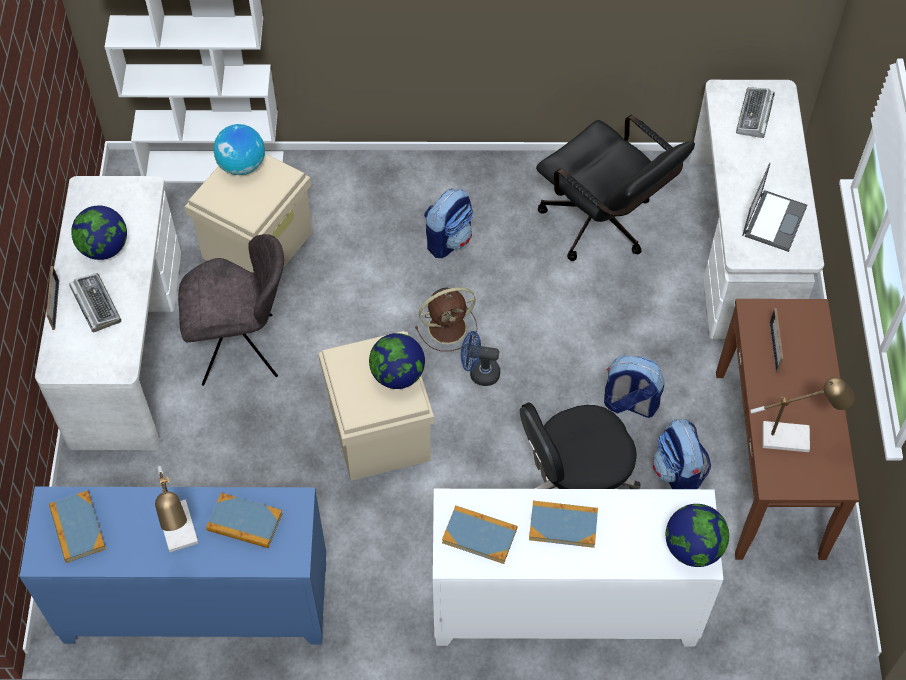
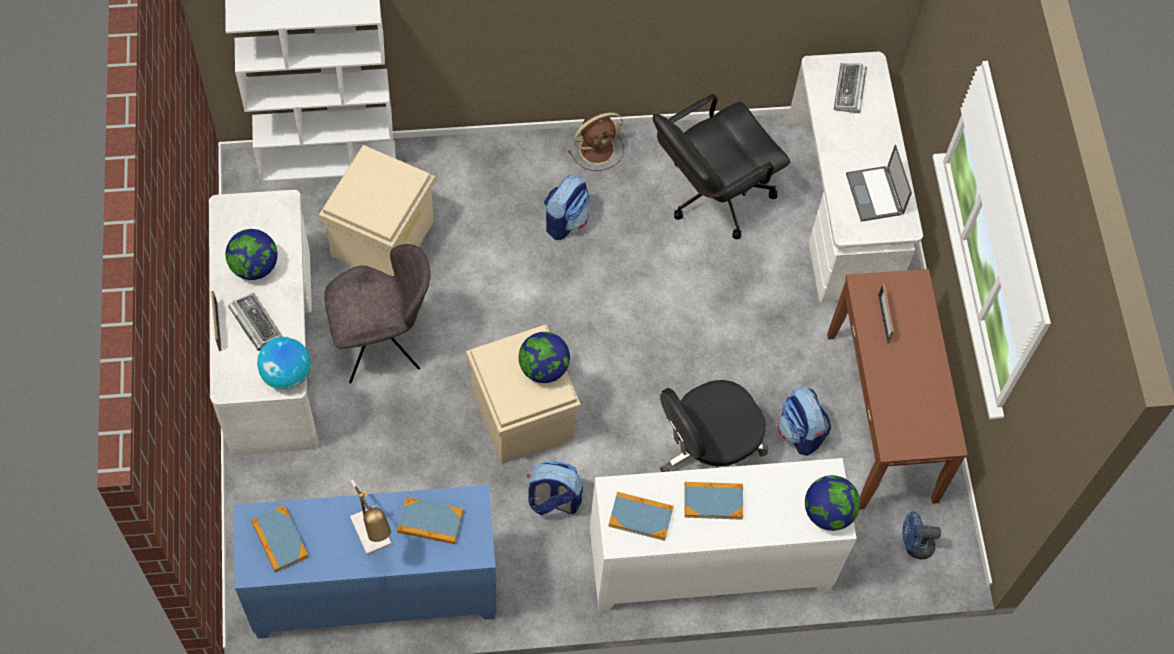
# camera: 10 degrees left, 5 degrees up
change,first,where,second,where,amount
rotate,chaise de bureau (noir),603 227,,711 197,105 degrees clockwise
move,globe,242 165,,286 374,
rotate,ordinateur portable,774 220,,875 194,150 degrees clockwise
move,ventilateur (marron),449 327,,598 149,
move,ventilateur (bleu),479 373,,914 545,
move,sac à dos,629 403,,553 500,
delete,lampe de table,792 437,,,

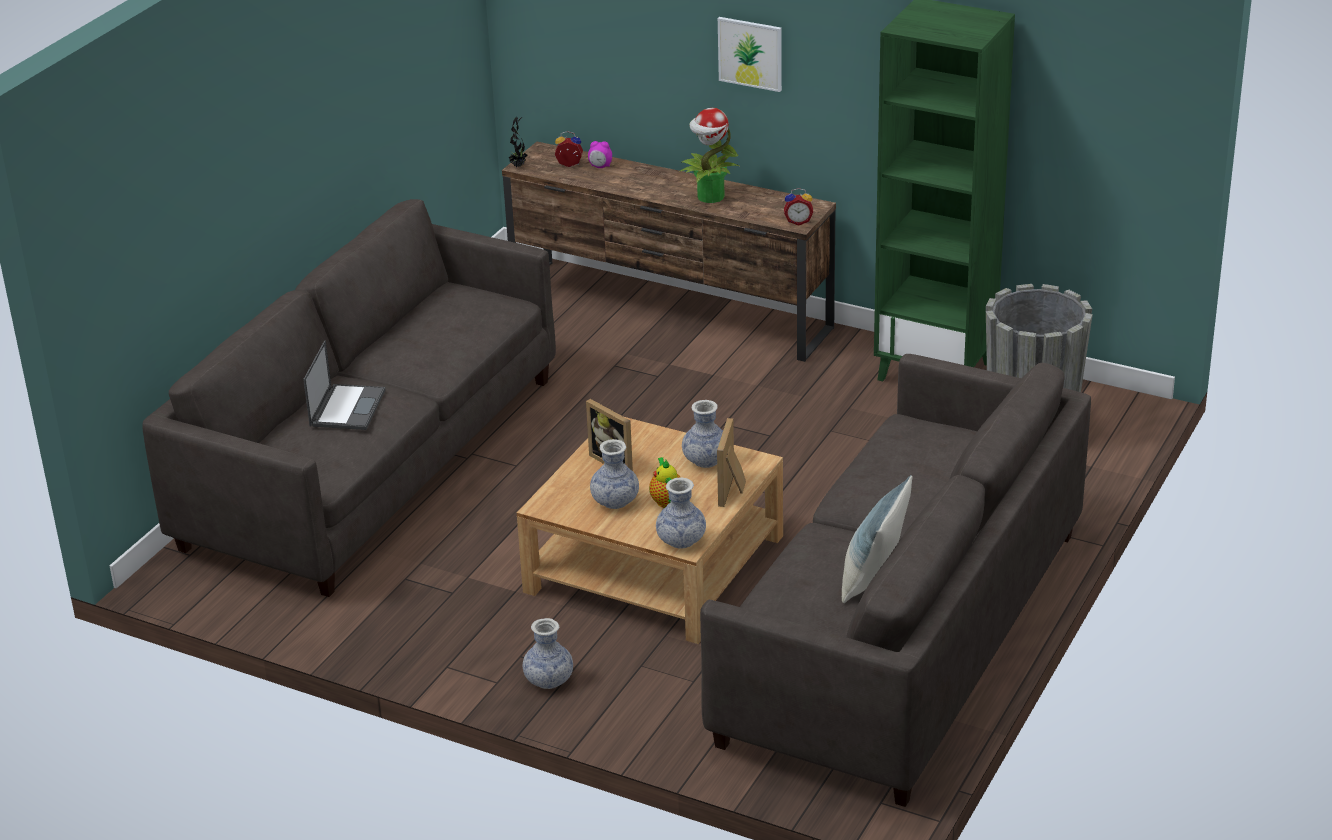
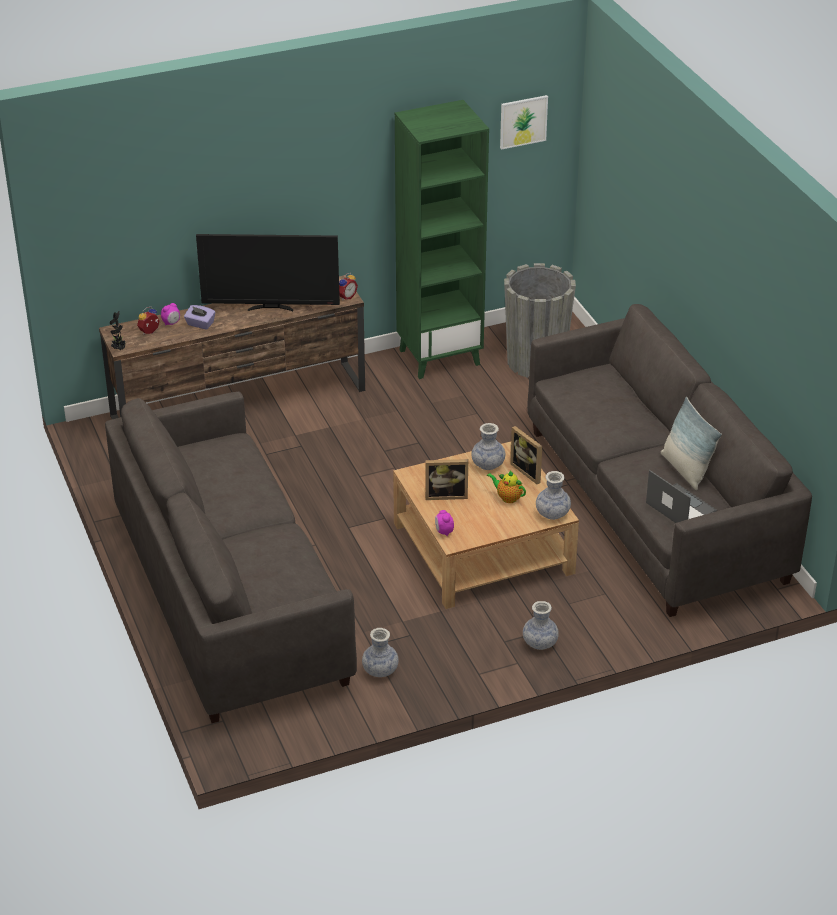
# camera: 50 degrees left, 5 degrees up
change,first,where,second,where,amount
move,tableau,750 53,,523 121,
replace,plante en pot,710 197,téléviseur,271 308,
move,ordinateur portable,347 407,,680 507,
move,vase,615 501,,380 670,
insert,,,boîte à mouchoirs (violet),200 324,
insert,,,réveil,444 531,

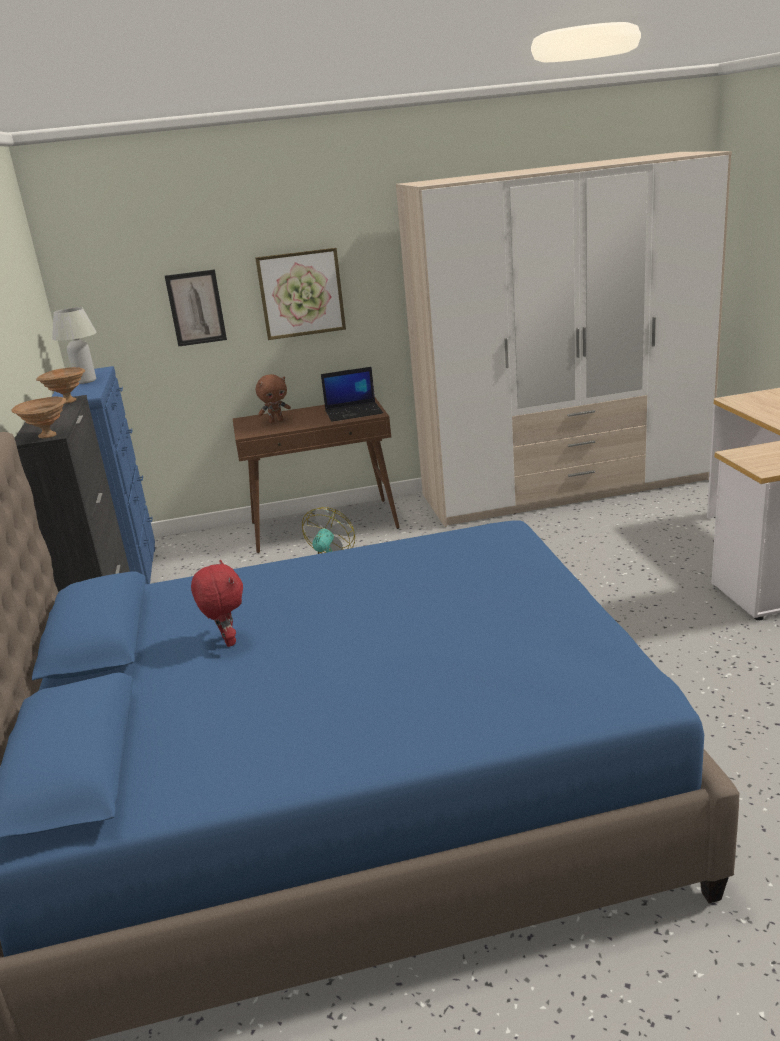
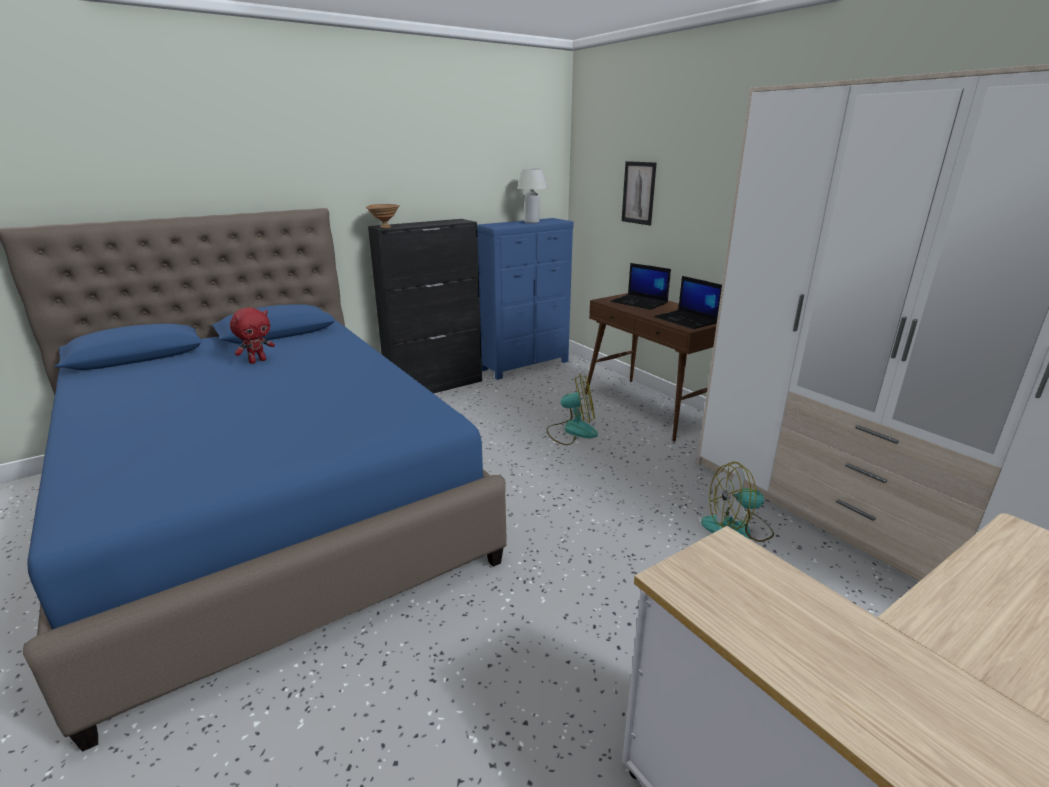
# camera: 65 degrees right, 0 degrees up
change,first,where,second,where,amount
delete,tableau,301 293,,,
delete,bol (marron),67 401,,,
replace,peluche (marron),276 421,ordinateur portable,640 302,
insert,,,ventilateur,737 529,

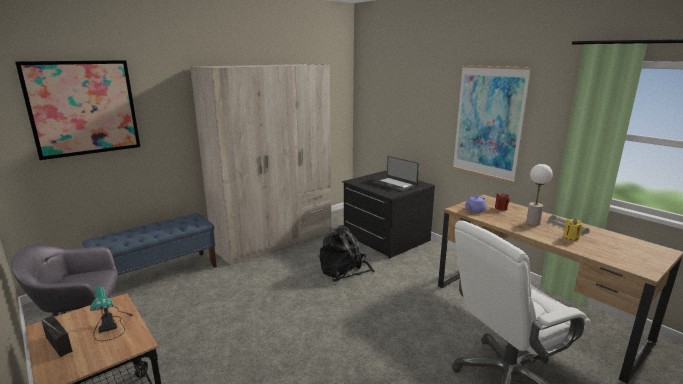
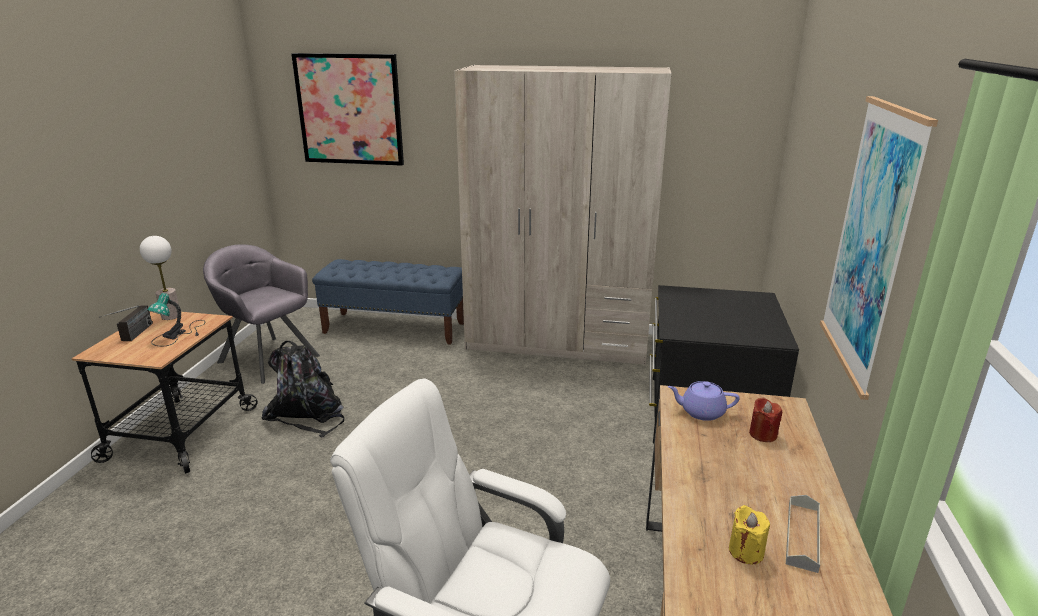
# camera: 50 degrees right, 5 degrees up
change,first,where,second,where,amount
delete,ordinateur portable,395 184,,,
move,lampe de table,532 223,,171 316,
move,sac à dos (noir),344 270,,308 414,

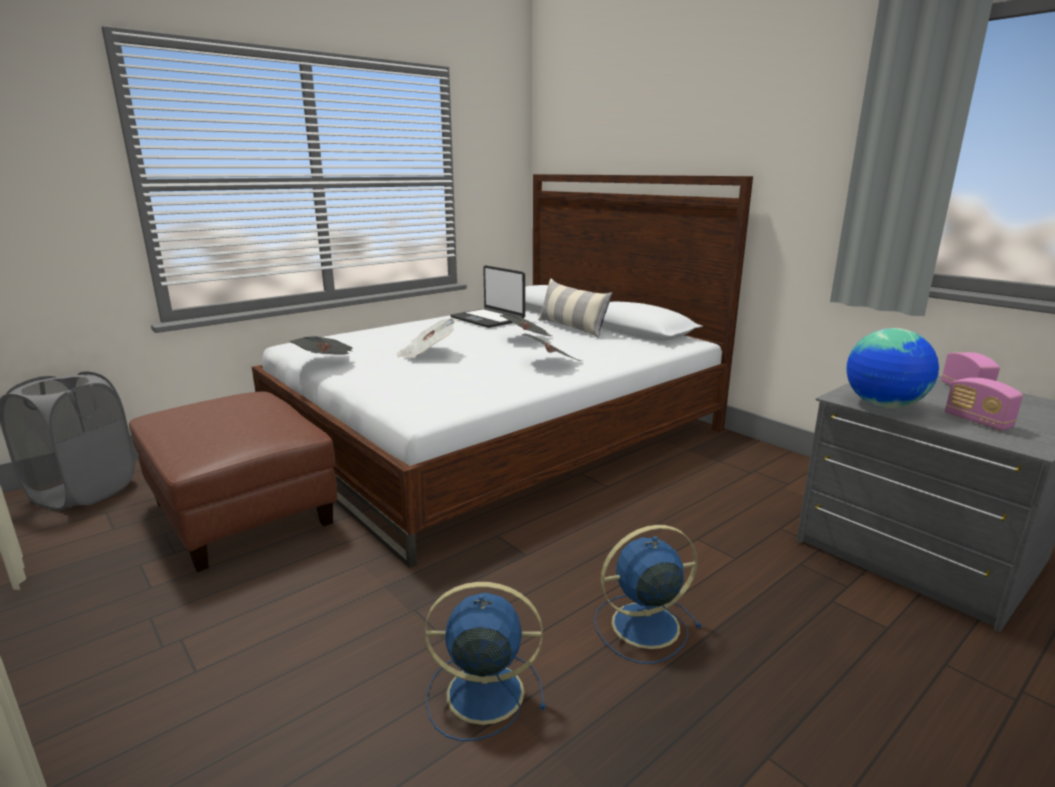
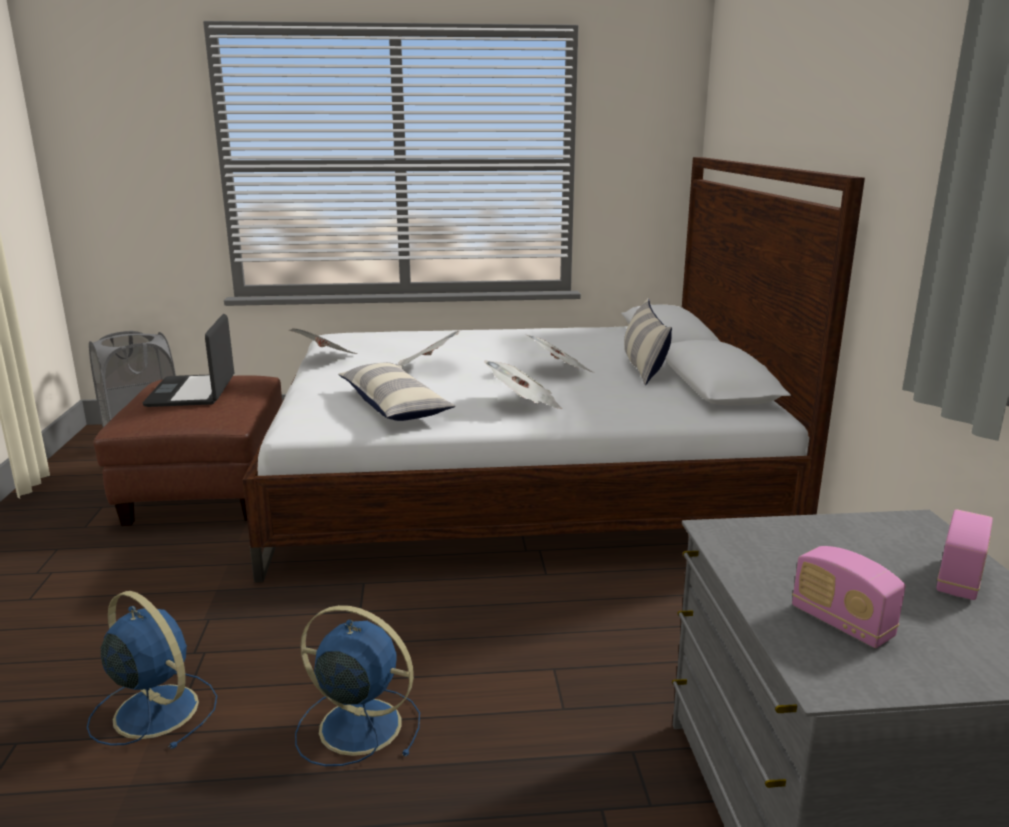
# camera: 35 degrees right, 0 degrees up
change,first,where,second,where,amount
move,ordinateur portable,488 319,,193 392,
delete,globe,884 406,,,
rotate,radio,977 421,,841 623,45 degrees counterclockwise
insert,,,coussin,395 406,

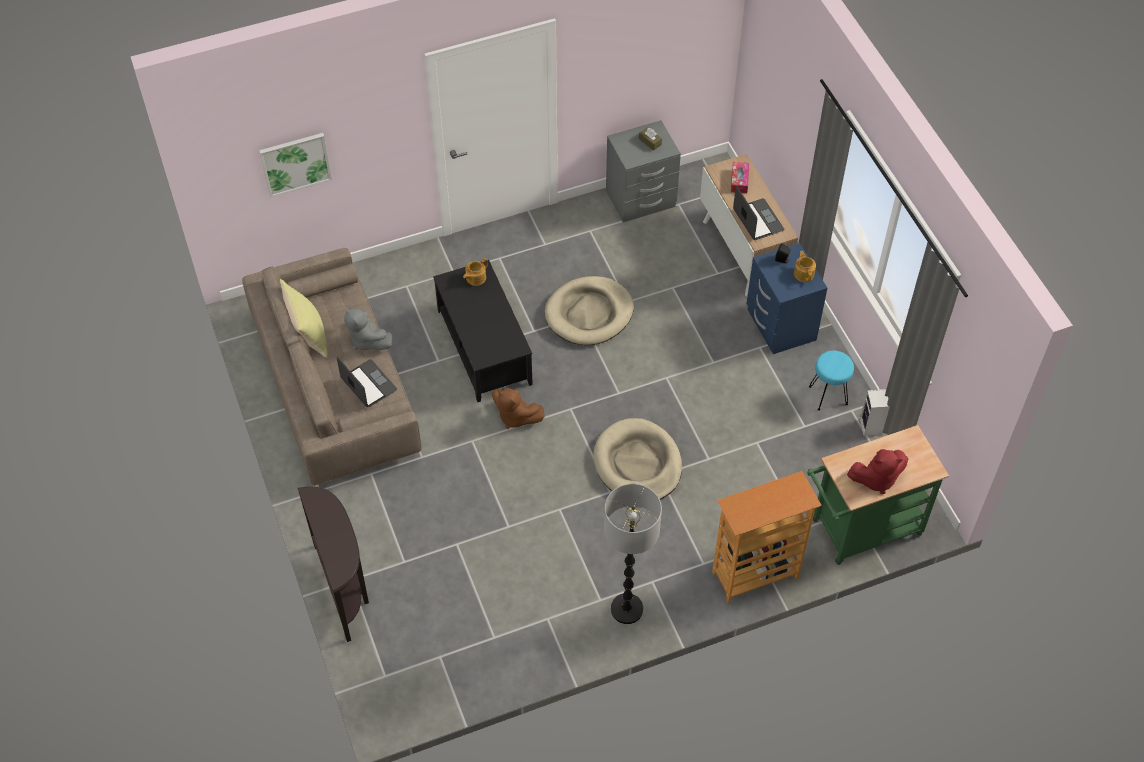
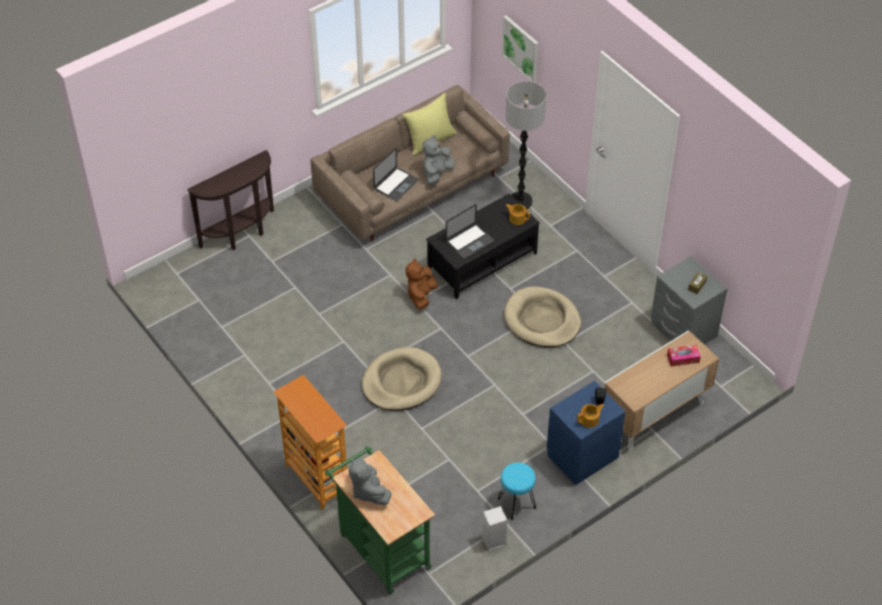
# camera: 75 degrees right, 5 degrees down
change,first,where,second,where,amount
move,ordinateur portable,758 220,,469 241,
recolor,peluche (rouge),876 479,peluche (gris),368 491,
move,lampadaire,627 609,,520 202,

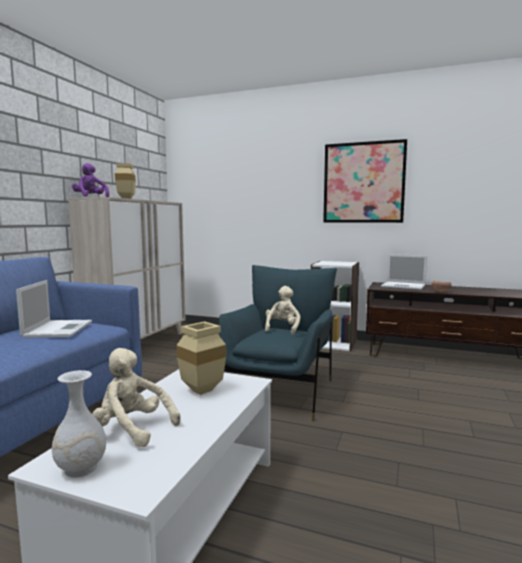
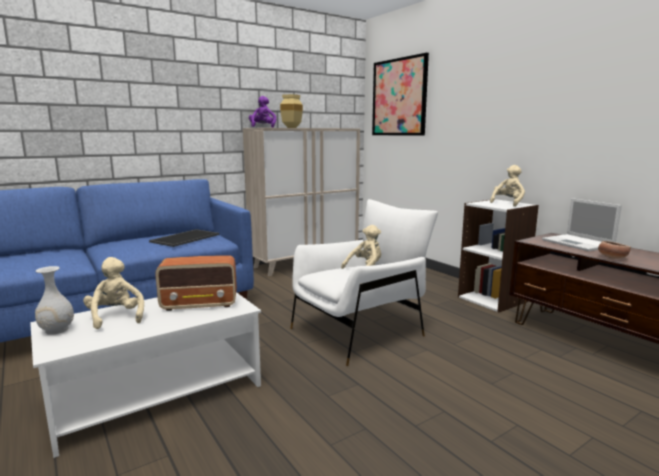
# camera: 35 degrees right, 5 degrees up
change,first,where,second,where,amount
move,tableau,363 183,,399 97,
recolor,fauteuil (bleu),279 390,fauteuil (blanc),360 331,
replace,ordinateur portable,58 329,plateau,185 238,
replace,vase (beige),203 389,radio,200 304,
insert,,,peluche (beige),508 203,

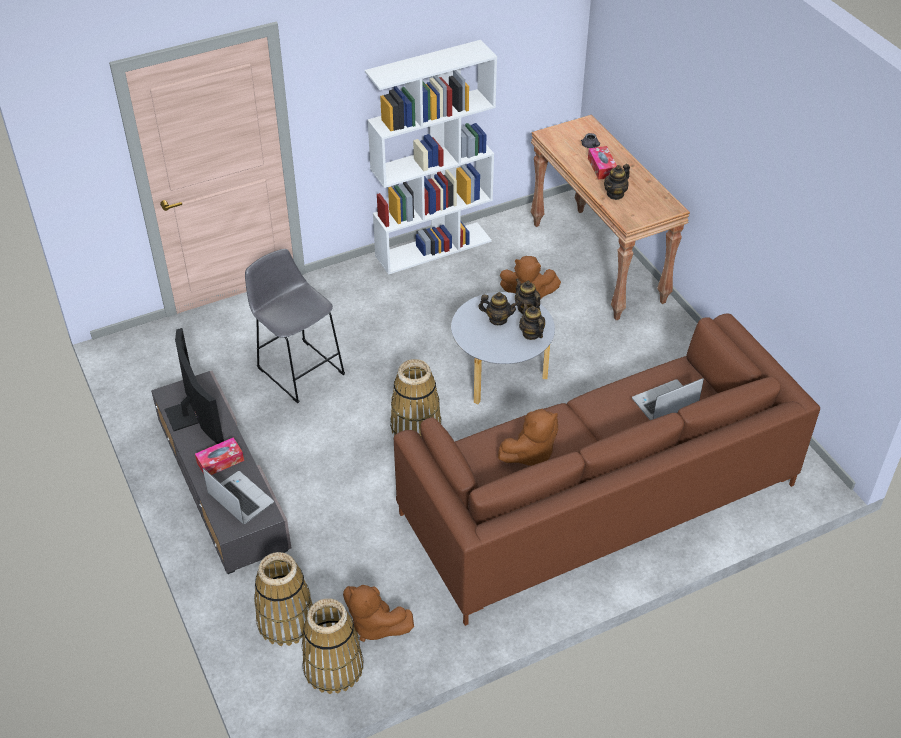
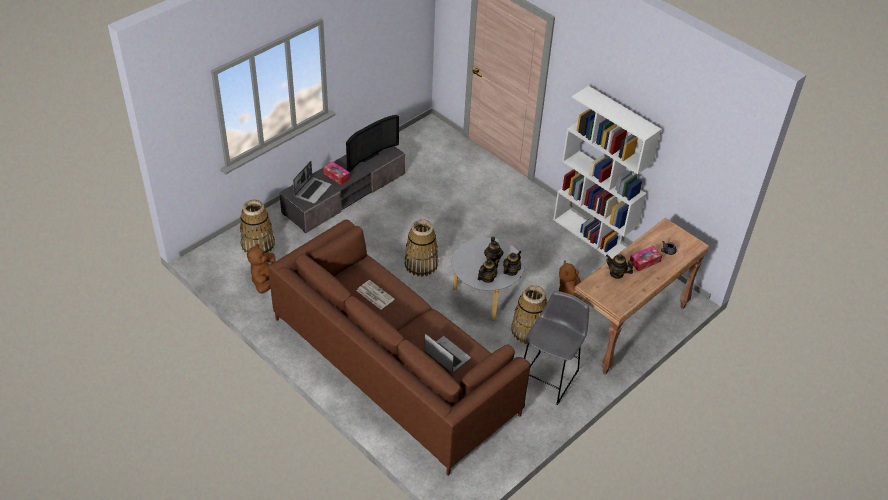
# camera: 70 degrees right, 0 degrees up
change,first,where,second,where,amount
move,tabouret (gris),298 368,,550 376,
replace,peluche (marron),530 454,journal,374 295,
move,panier,333 667,,528 330,

